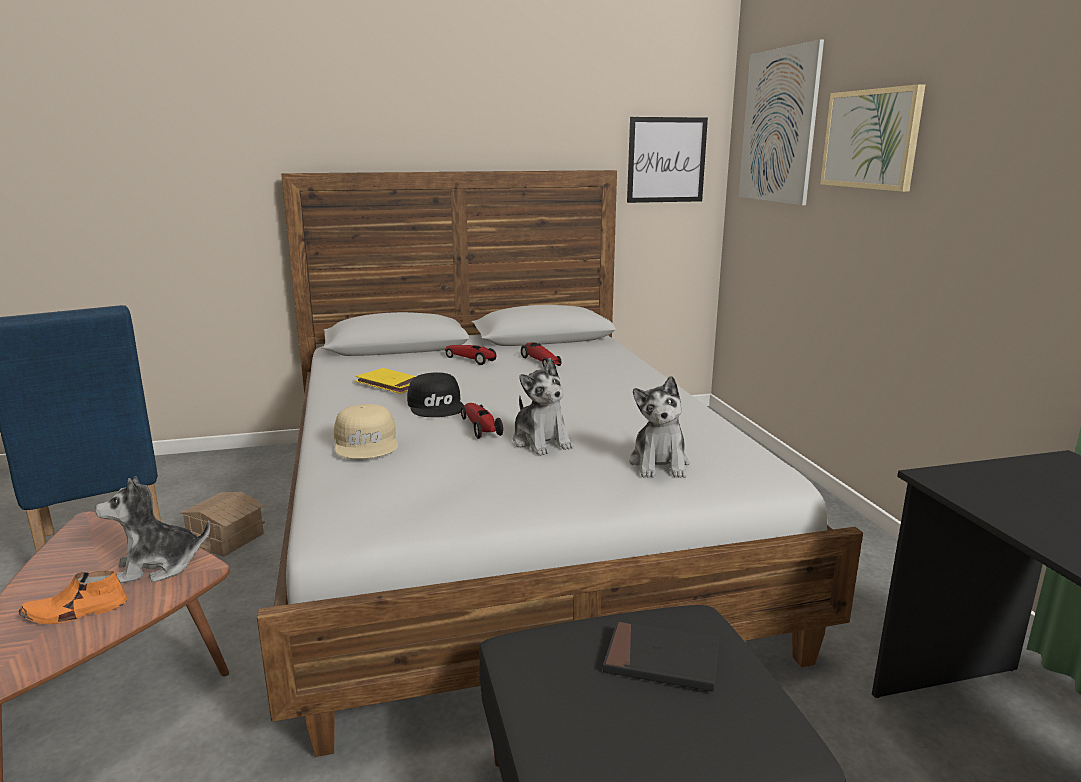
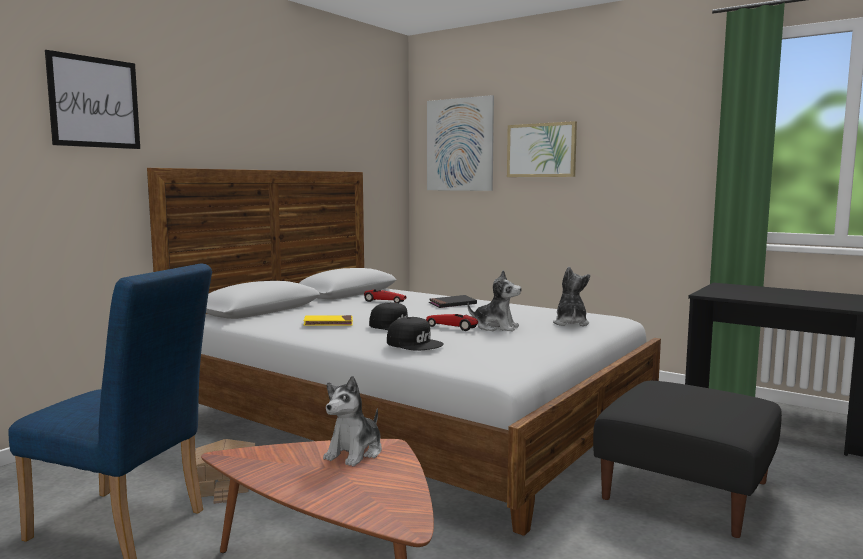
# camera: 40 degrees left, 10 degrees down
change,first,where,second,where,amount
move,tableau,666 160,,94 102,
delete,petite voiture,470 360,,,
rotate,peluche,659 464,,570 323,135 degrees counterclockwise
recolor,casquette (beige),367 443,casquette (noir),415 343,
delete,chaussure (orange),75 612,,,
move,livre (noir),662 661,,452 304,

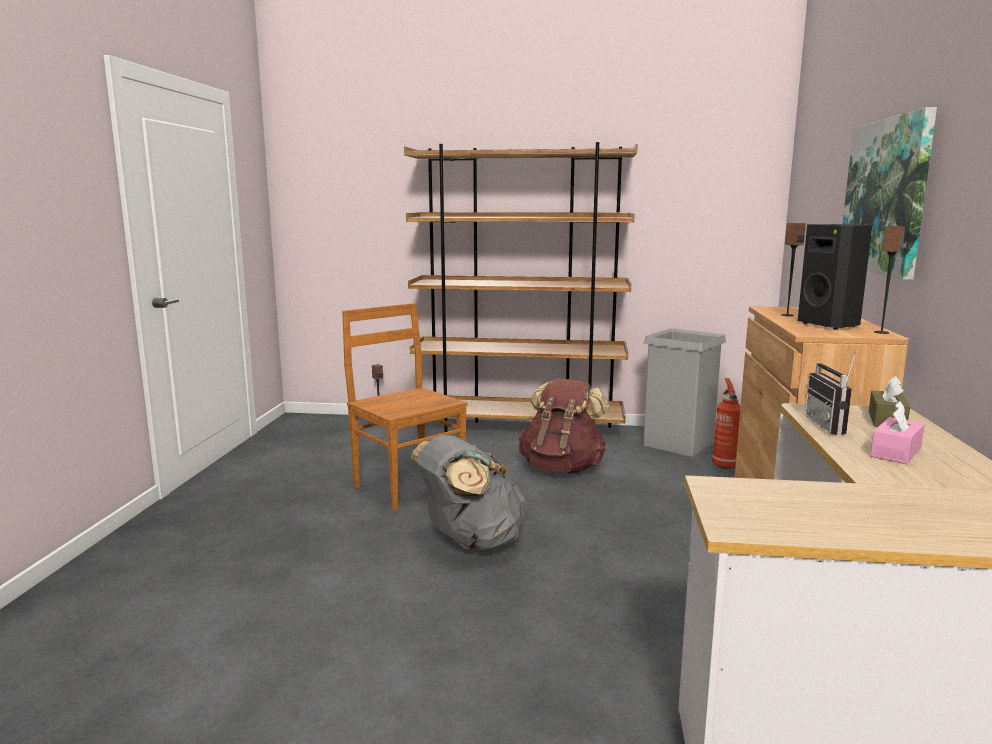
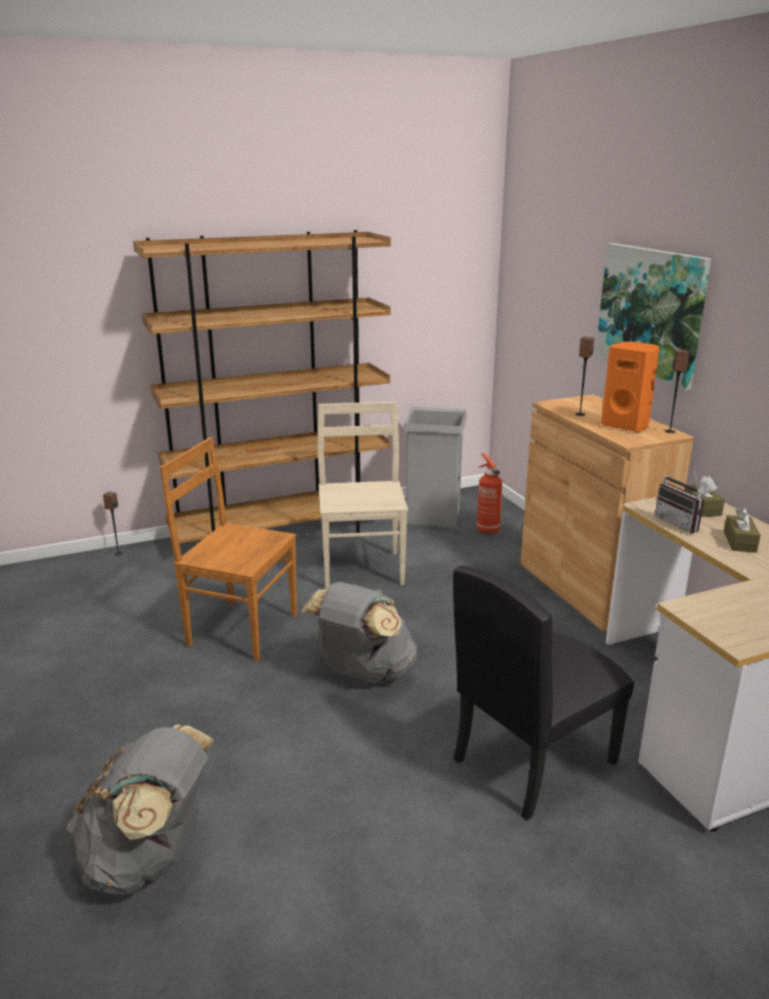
# camera: 30 degrees left, 10 degrees up
change,first,where,second,where,amount
recolor,enceinte (noir),830 325,enceinte (orange),626 426,
replace,sac à dos (marron),562 468,chaise (beige),362 568,
recolor,boîte à mouchoirs (rose),896 452,boîte à mouchoirs (marron),739 542,
insert,,,chaise (noir),533 760,
insert,,,sac à dos (gris),149 858,

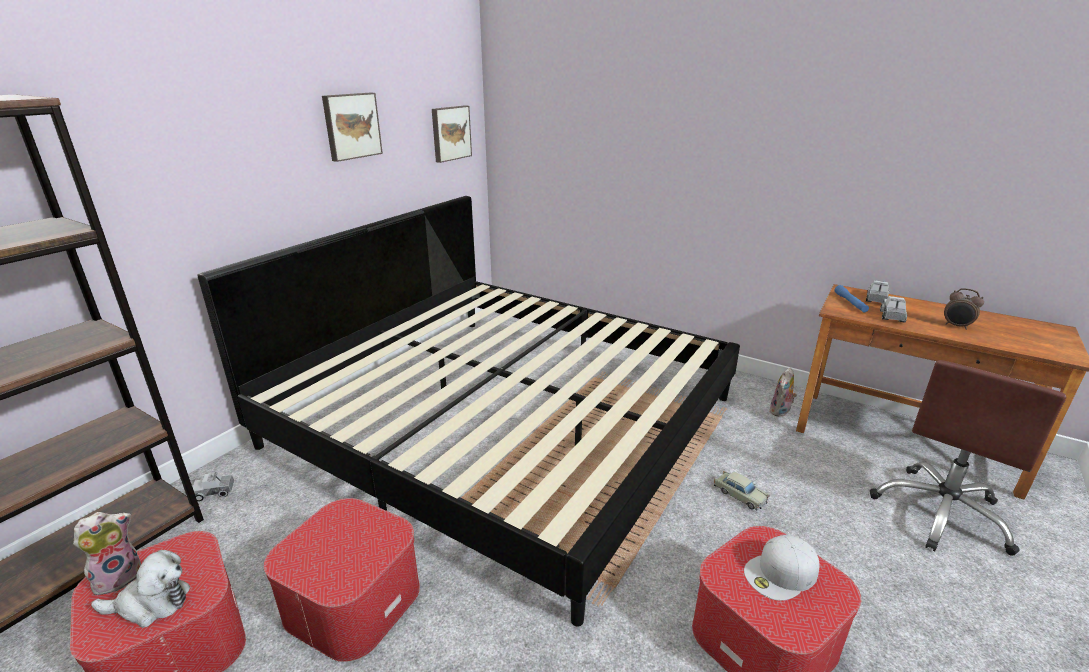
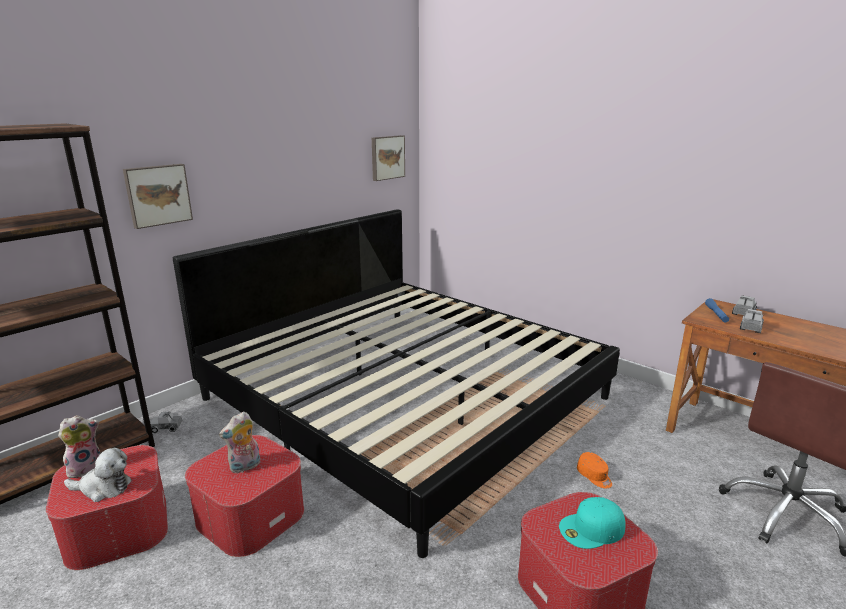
# camera: 10 degrees right, 5 degrees down
change,first,where,second,where,amount
move,tableau,351 126,,158 195,
delete,réveil,956 326,,,
move,peluche,780 412,,245 467,
replace,petite voiture (beige),739 495,casquette (orange),594 476,
recolor,casquette (blanc),781 573,casquette (turquoise),592 529,

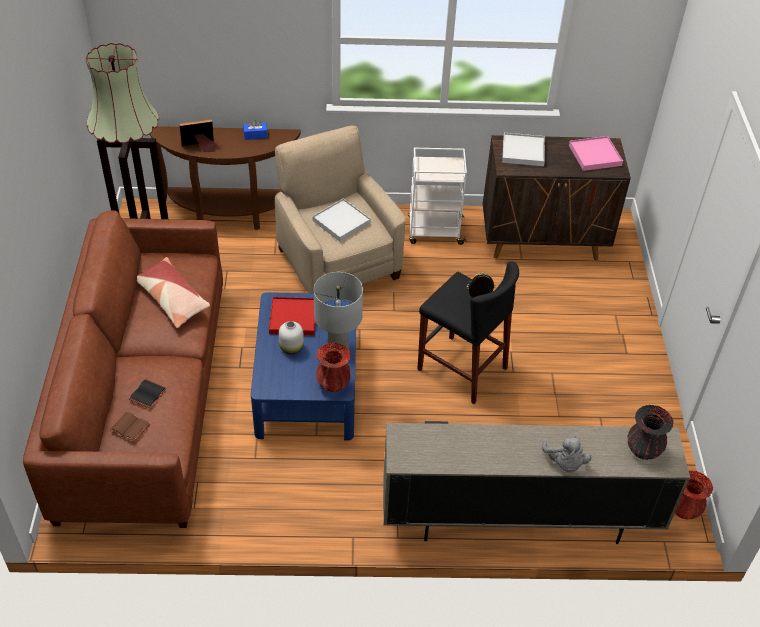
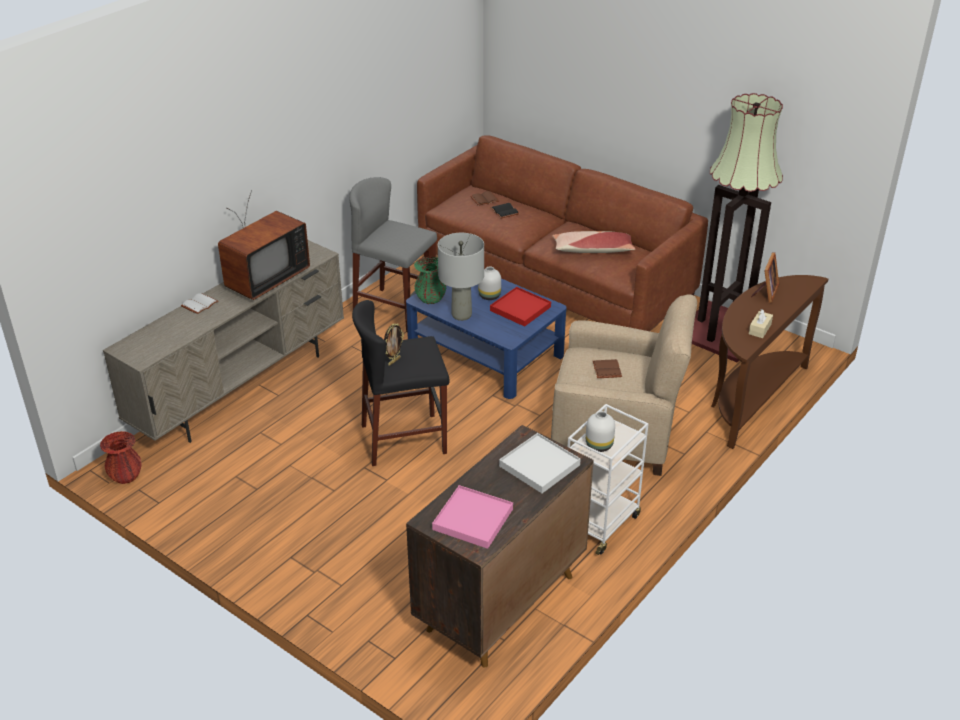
# camera: 130 degrees right, 10 degrees down
change,first,where,second,where,amount
recolor,boîte à mouchoirs (bleu),255 135,boîte à mouchoirs (beige),760 329,
replace,plateau (blanc),341 222,livre (marron),606 369,
recolor,vase (rouge),333 384,vase (vert),430 299,
delete,vase (noir),643 450,,,
replace,peluche (gris),564 463,livre (blanc),199 304,
insert,,,tabouret (gris),395 310,
insert,,,téléviseur,263 279,
insert,,,vase (blanc),599 445,

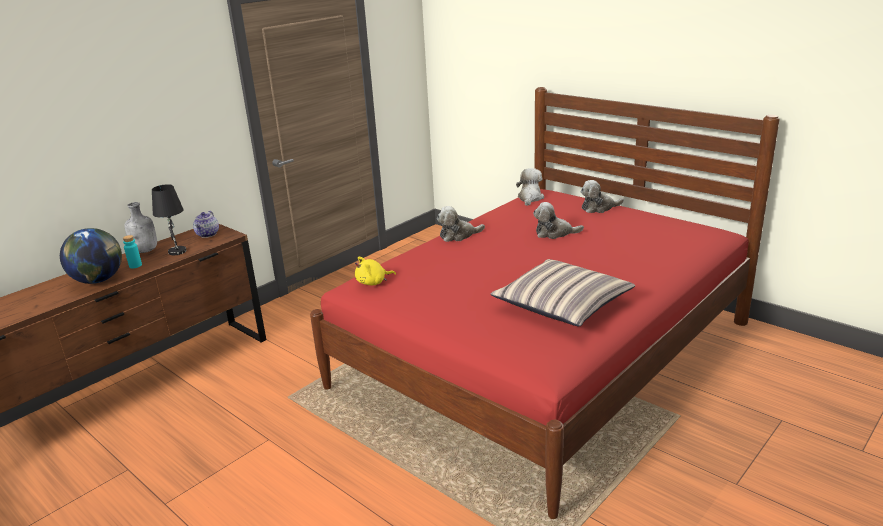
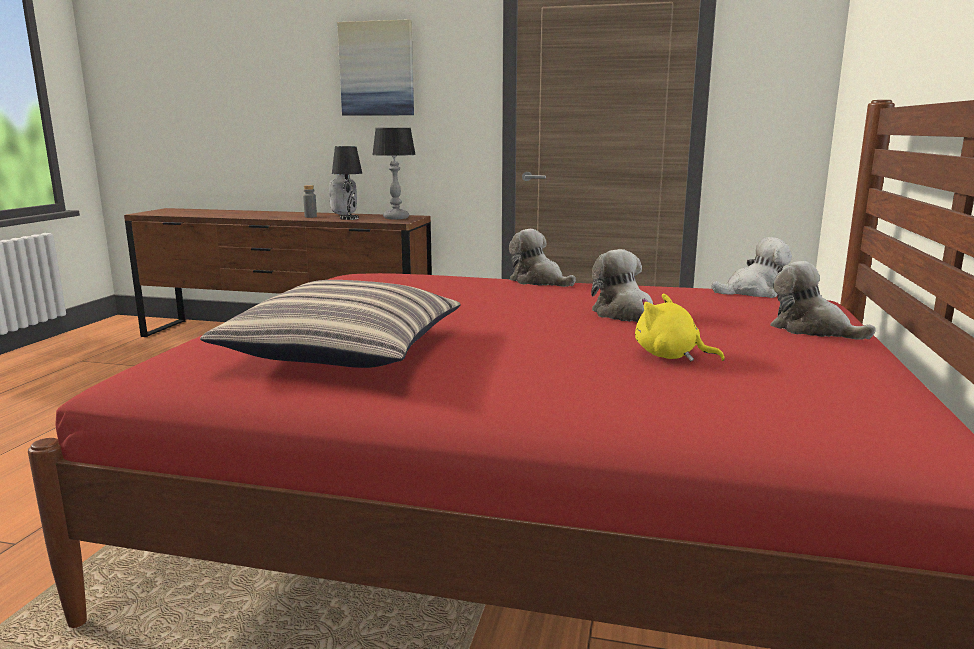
# camera: 60 degrees right, 10 degrees down
change,first,where,second,where,amount
replace,théière,207 234,lampe de table,396 218,
delete,globe,99 280,,,
recolor,bouteille (turquoise),135 265,bouteille (gris),310 217,
move,peluche (jaune),373 282,,670 356,
insert,,,tableau,377 69,

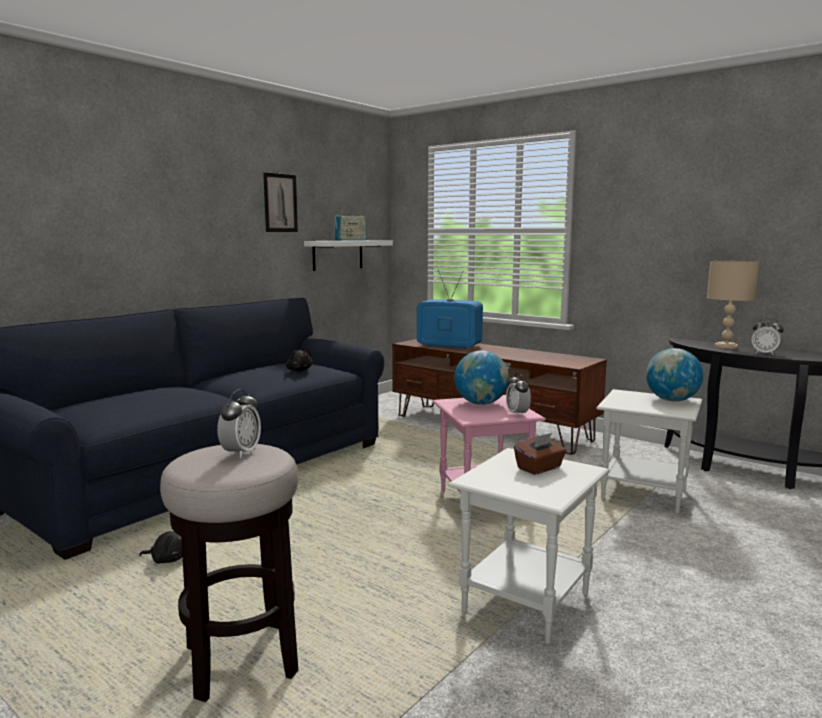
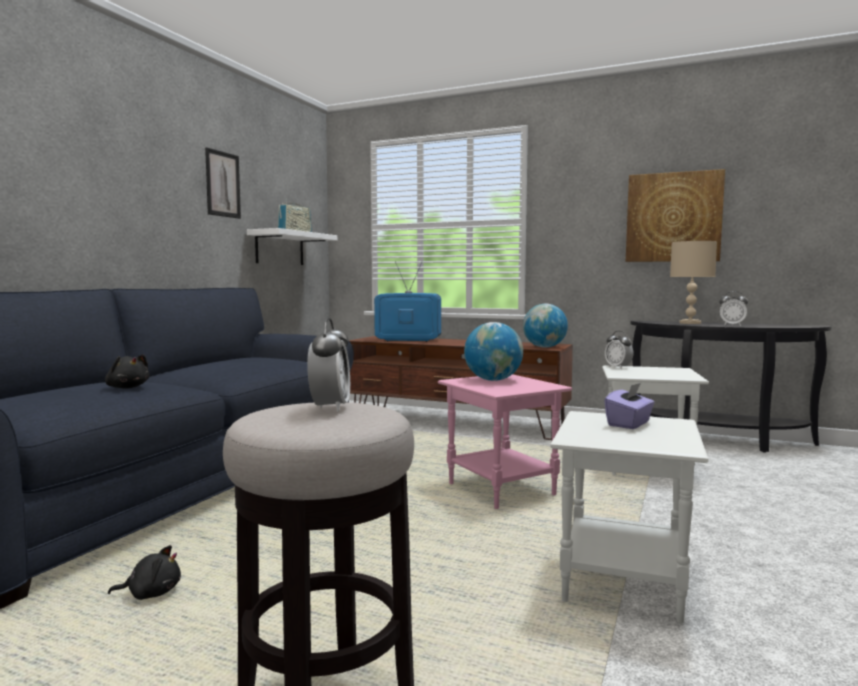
# camera: 15 degrees left, 5 degrees down
change,first,where,second,where,amount
move,globe,672 400,,544 347,
move,peluche (noir),299 370,,127 387,
move,réveil,517 414,,618 367,
recolor,boîte à mouchoirs (marron),539 468,boîte à mouchoirs (violet),629 424,
insert,,,tableau,673 217,

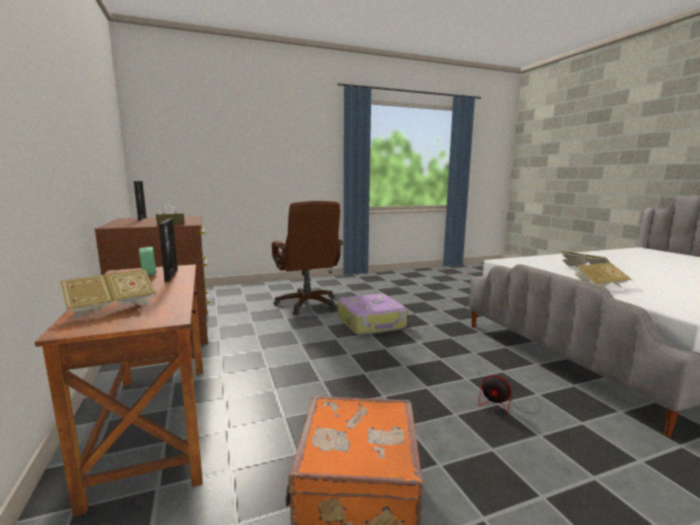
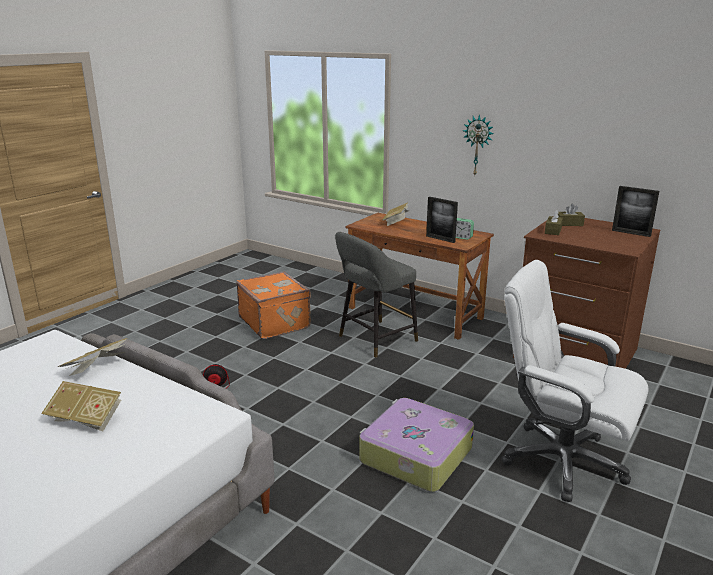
# camera: 145 degrees right, 10 degrees up
change,first,where,second,where,amount
recolor,chaise de bureau (marron),307 304,chaise de bureau (blanc),561 461,
insert,,,horloge murale,478 145,
insert,,,boîte à mouchoirs (marron),569 224,
insert,,,tabouret (gris),374 340,

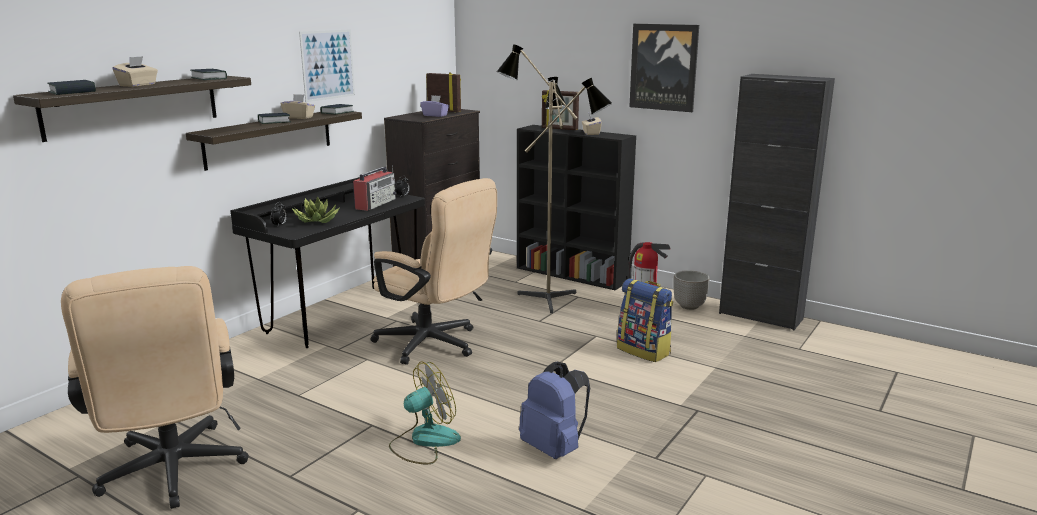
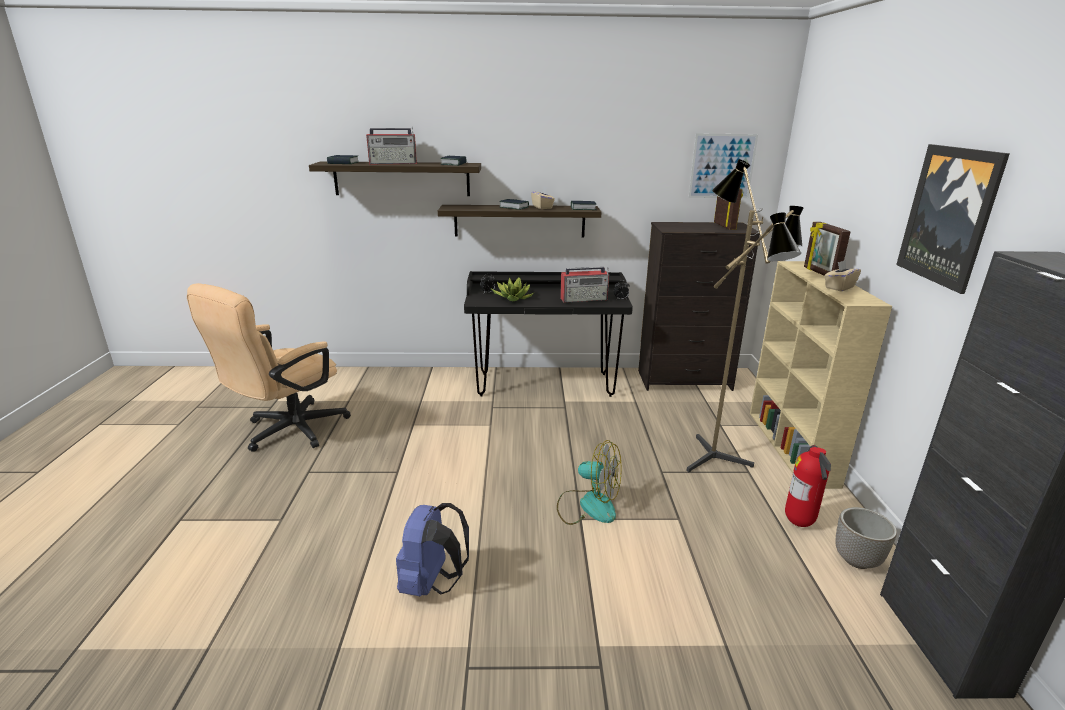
# camera: 55 degrees right, 5 degrees up
change,first,where,second,where,amount
move,tableau,328 65,,722 166,
replace,boîte à mouchoirs (beige),138 85,radio,393 163,
delete,boîte à mouchoirs (violet),435 115,,,
recolor,bibliothèque (noir),572 274,bibliothèque (beige),792 448,
delete,chaise de bureau (beige),435 345,,,
delete,sac à dos,644 351,,,
move,ventilateur,424 441,,588 505,

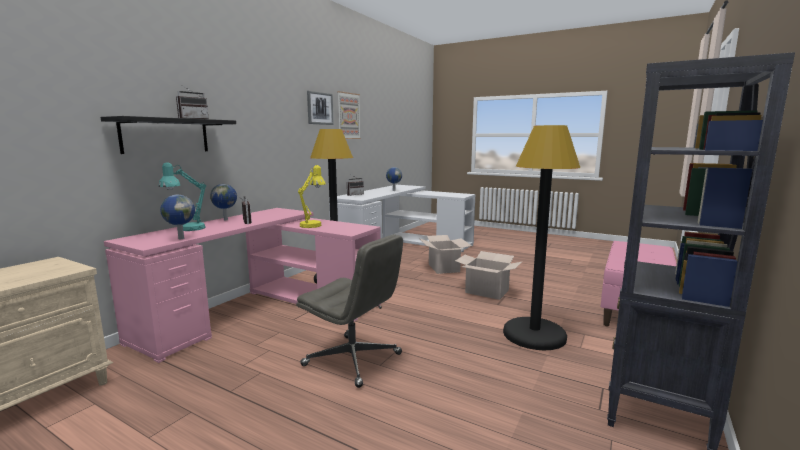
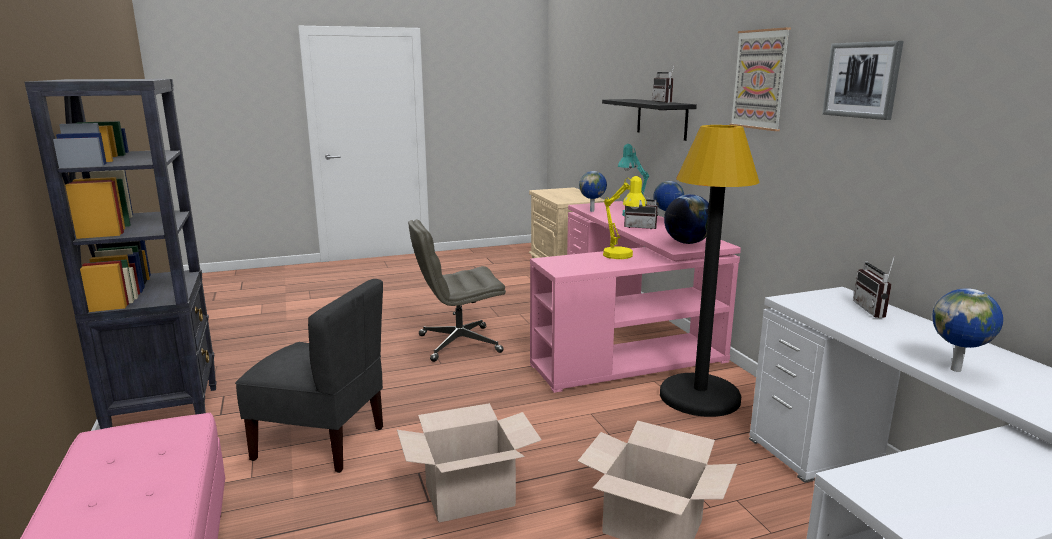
# camera: 130 degrees right, 5 degrees up
change,first,where,second,where,amount
move,tableau,348 116,,760 79,
replace,lampadaire (noir),534 335,chaise (gris),321 442,
insert,,,globe,687 243,

